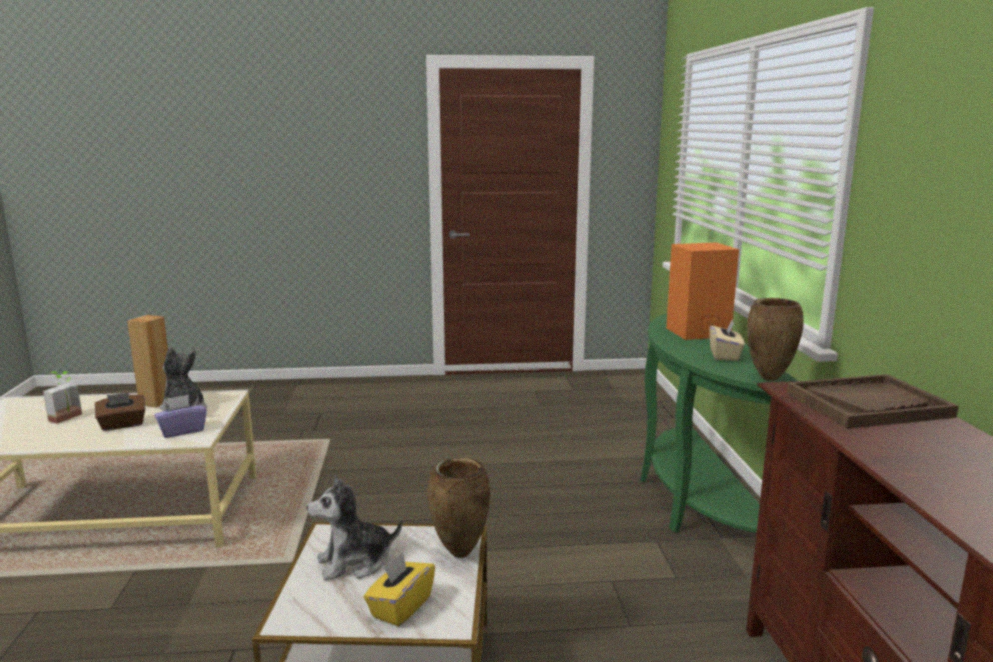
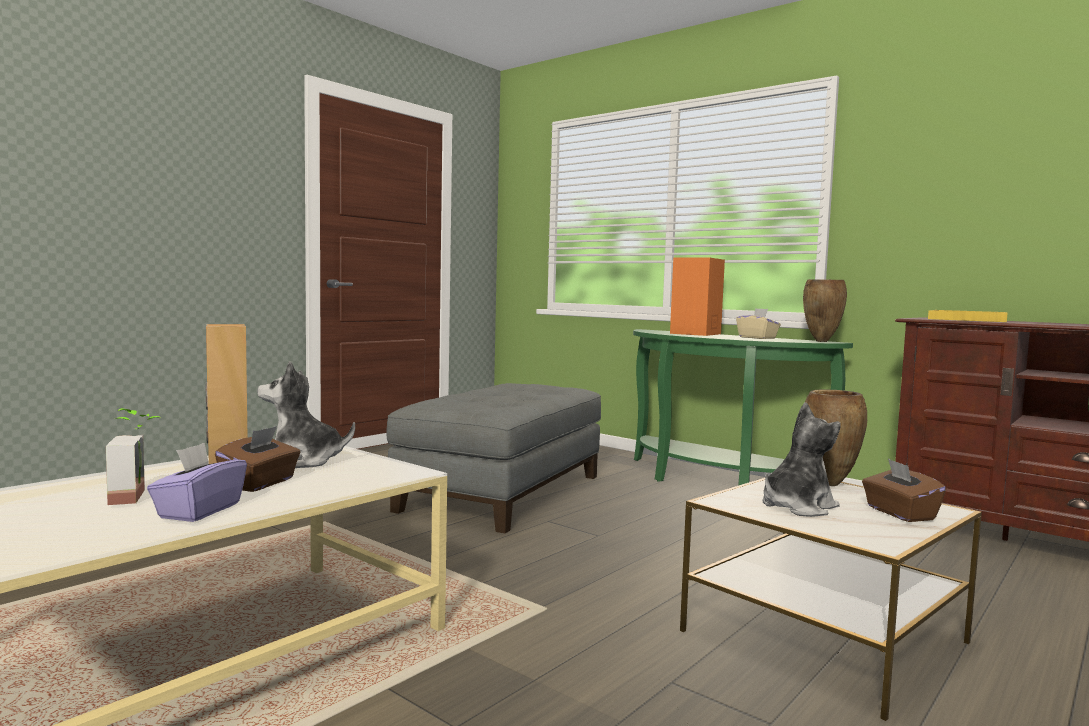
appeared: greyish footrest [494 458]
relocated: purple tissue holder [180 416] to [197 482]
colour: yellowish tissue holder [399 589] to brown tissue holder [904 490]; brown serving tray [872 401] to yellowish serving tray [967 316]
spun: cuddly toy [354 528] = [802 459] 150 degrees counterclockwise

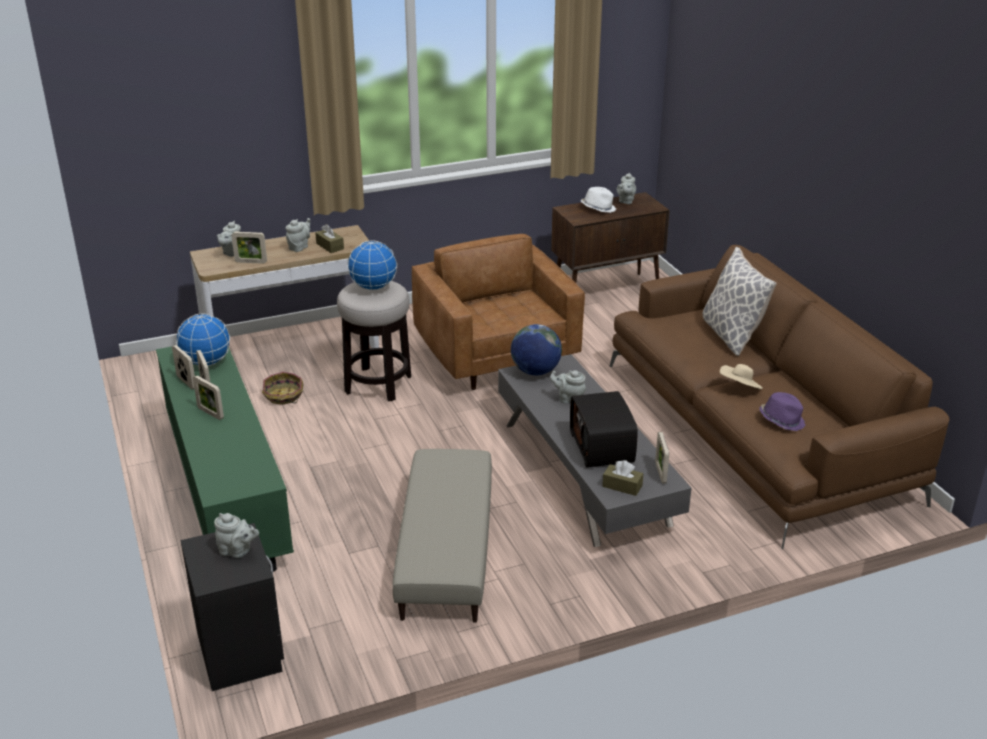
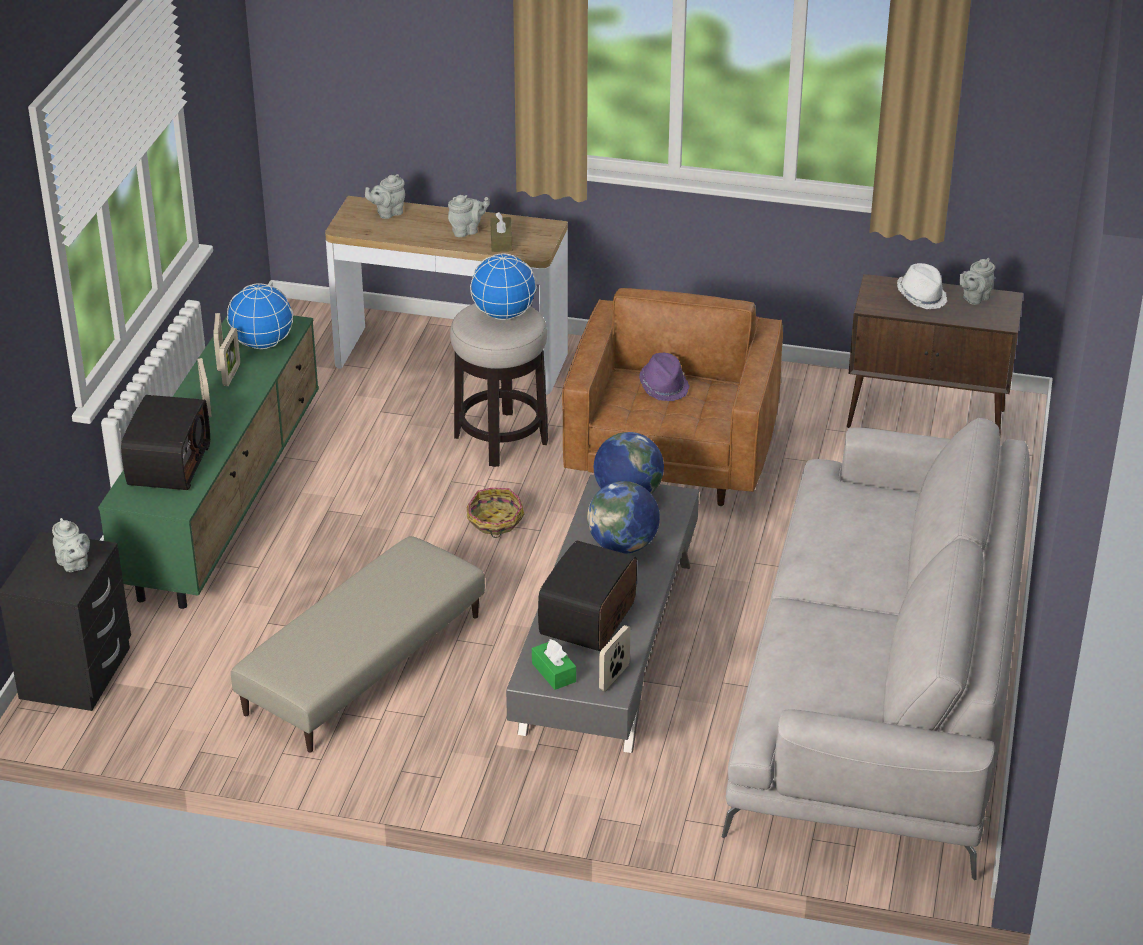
missing: photo frame [249 248]; pillow [740 301]; sand-coloured hat [741 376]
appeared: radio receiver [165 442]
relocated: household basket [282 388] to [495 513]; purple hat [782 411] to [664 377]
exchanged: greyish pot for tea [568 386] to world globe [623 517]
colour: brown tissue holder [622 478] to greenish tissue holder [554 664]; brown sofa [779 397] to greyish sofa [876 649]

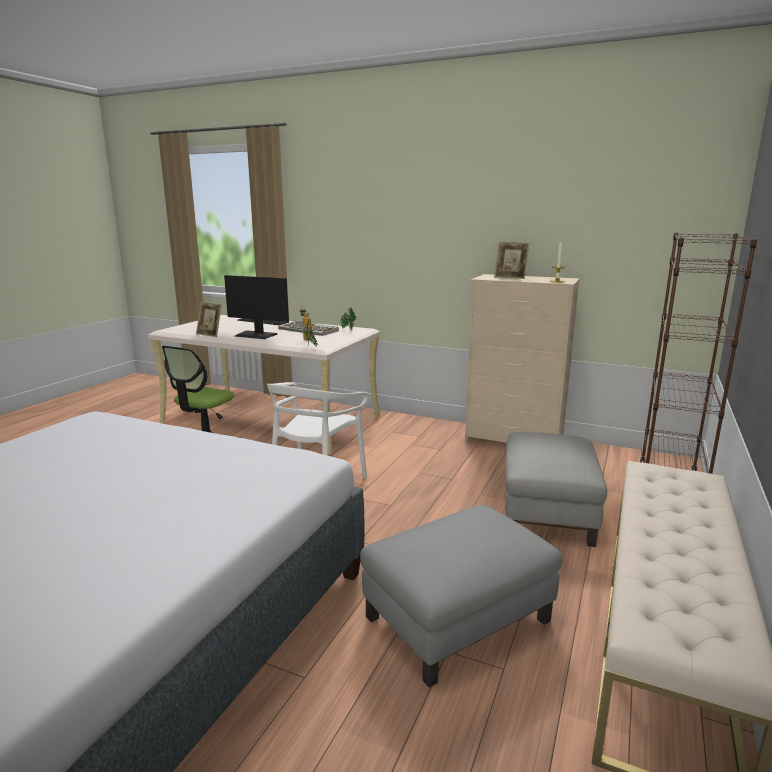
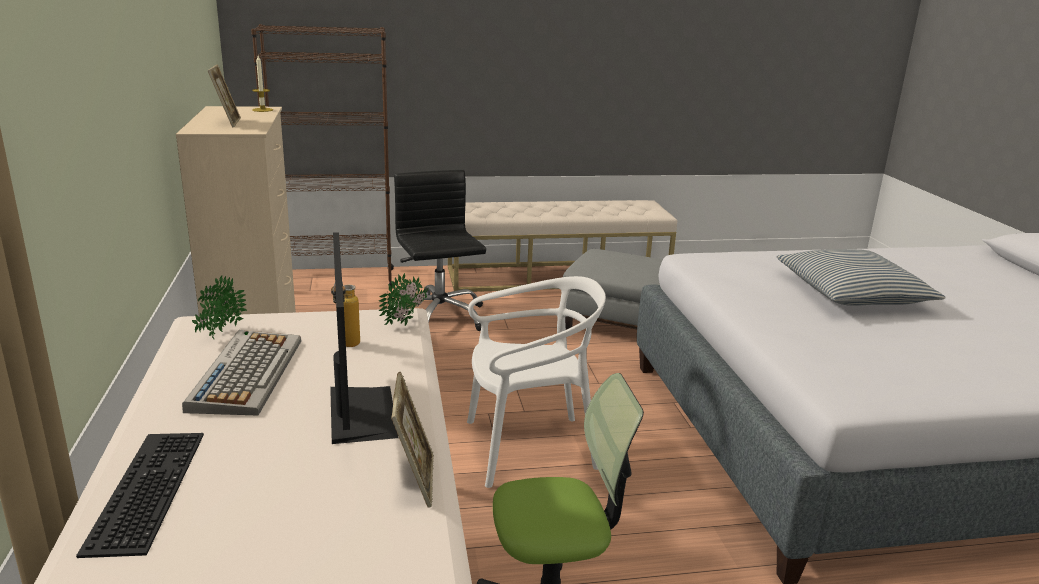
appeared: pillow [861 277]
exchanged: greyish footrest [556 489] to black-coloured office chair [439 250]

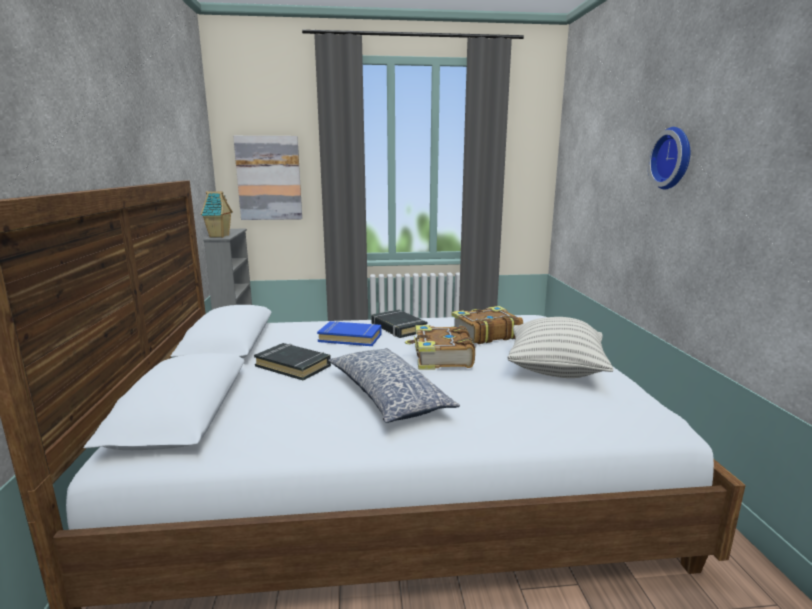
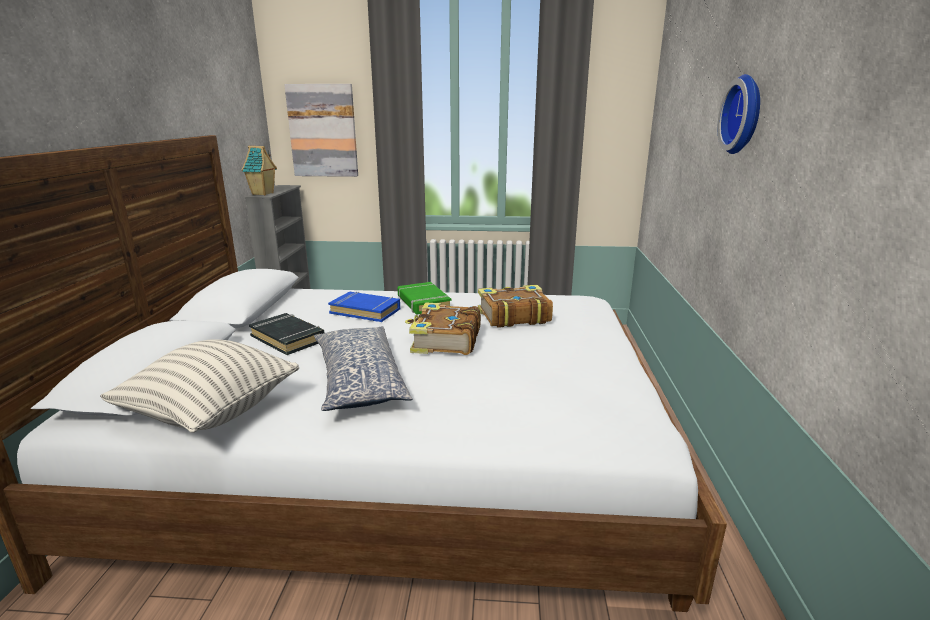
relocated: pillow [561 347] to [199 386]
colour: black-coloured book [399 323] to greenish book [424 298]

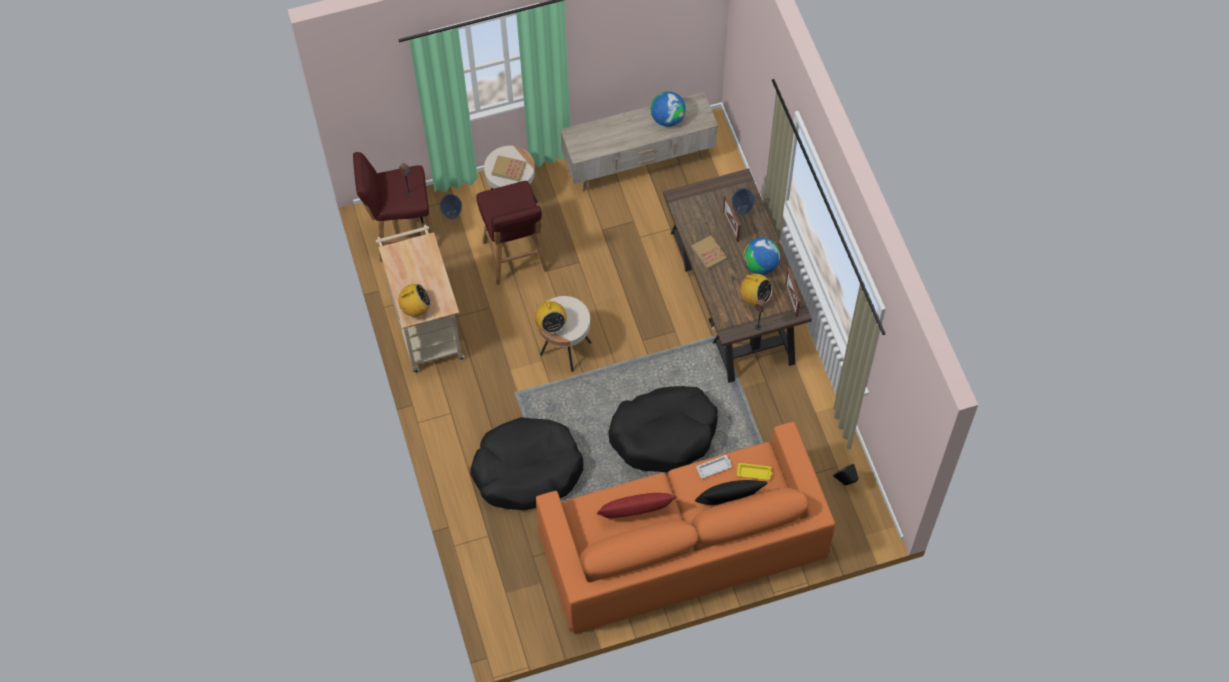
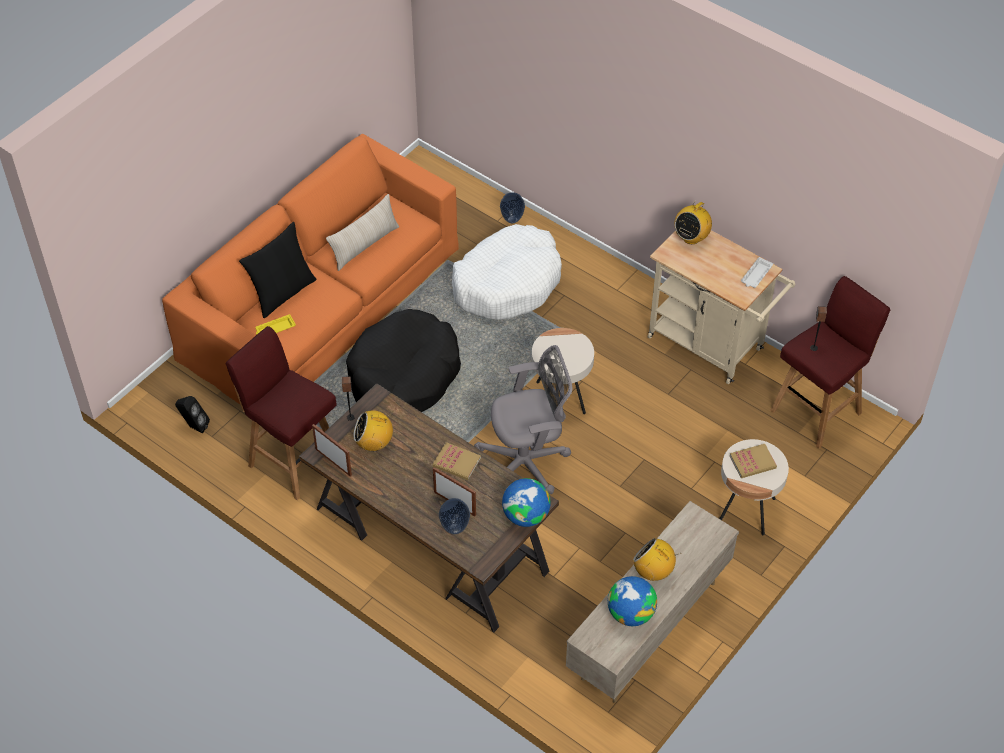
appeared: greyish office chair [523 419]
relocated: vase [451 206] to [512 208]; red-coloured stool [512 233] to [281 413]; radio receiver [551 316] to [657 559]; white serving tray [714 467] to [757 272]; world globe [761 256] to [526 502]
colour: black-coloured pet bed [526 463] to white pet bed [507 272]; red-coloured pillow [636 505] to sand-coloured pillow [362 232]

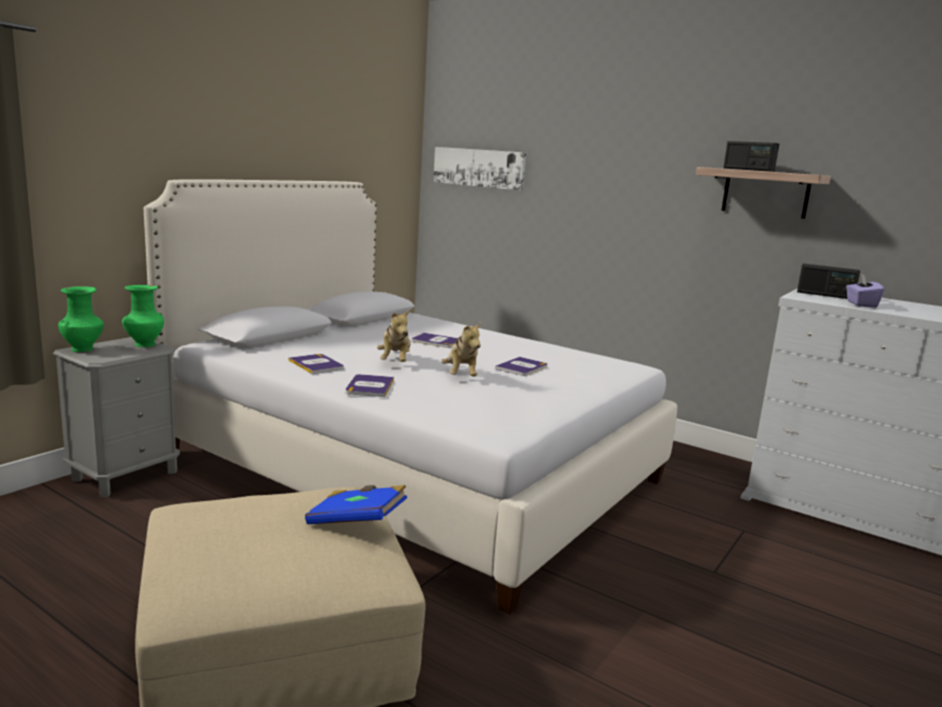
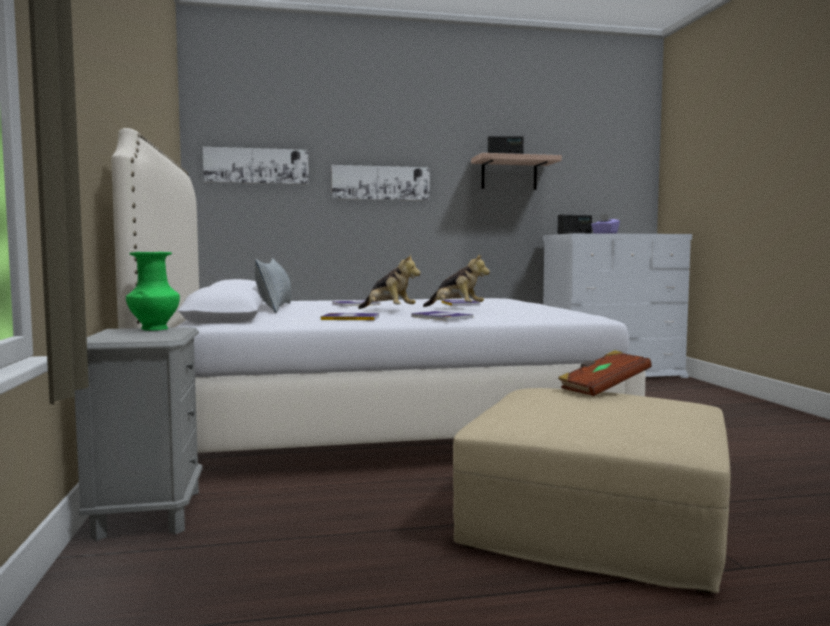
missing: greenish vase [81 319]
appeared: pillow [273 285]; wall picture [381 183]
colour: blue-coloured book [356 504] to brown book [605 373]

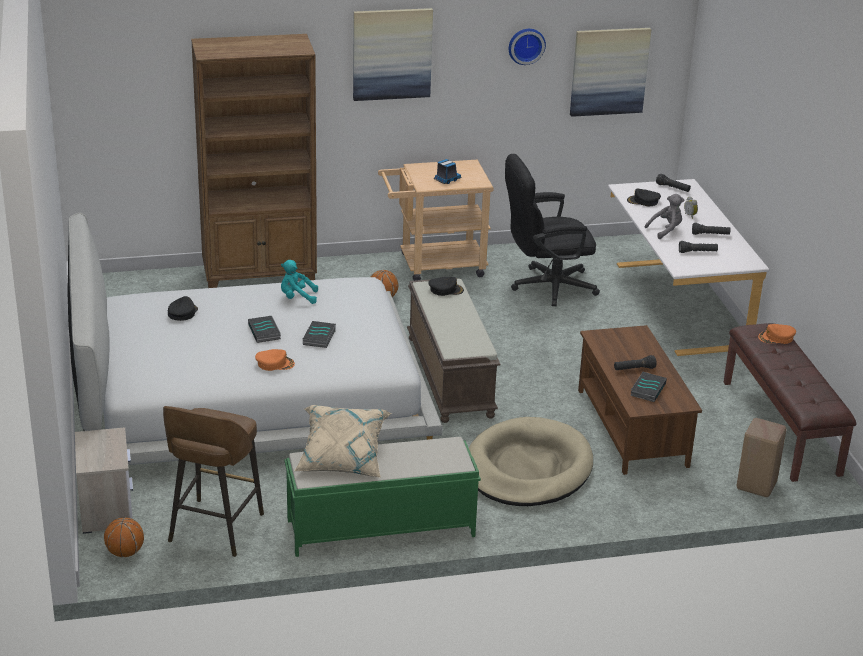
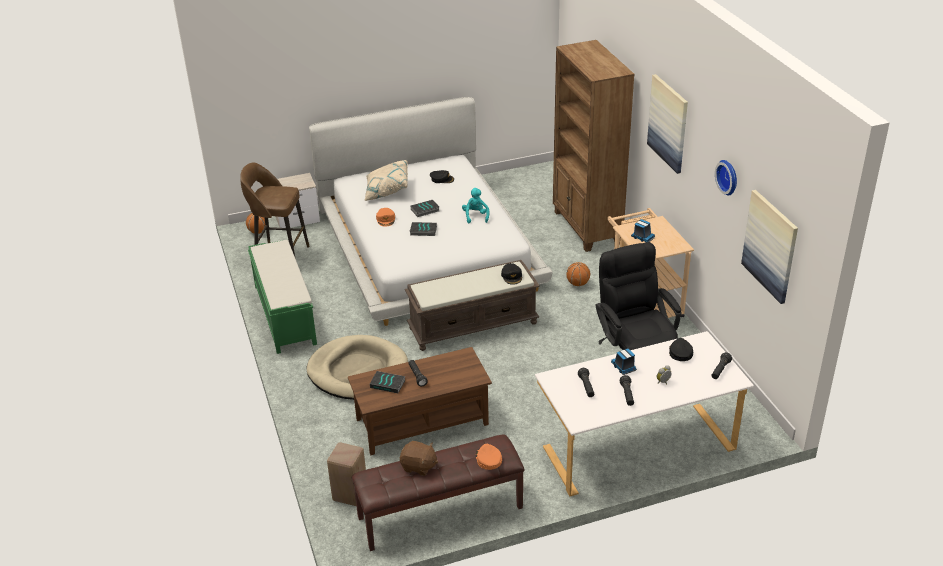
appeared: brown cuddly toy [419 458]
relocated: sand-coloured pillow [343 441] to [386 180]
exchanged: greyish cuddly toy [665 216] to toy lorry [624 361]

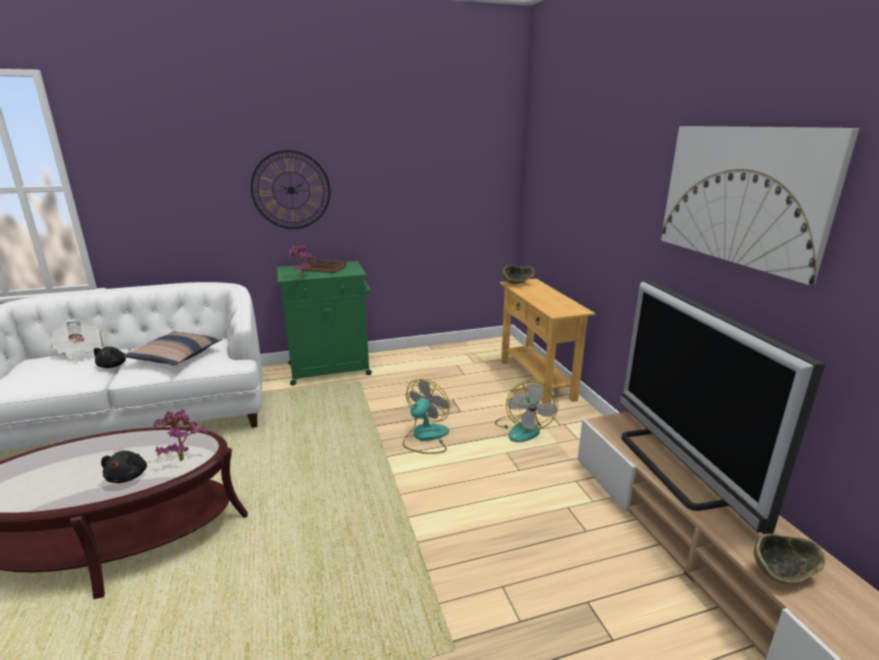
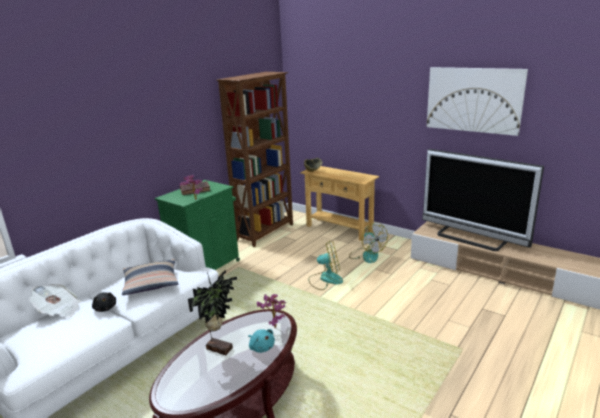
missing: hanging clock [290 189]; serving bowl [789 559]
appeared: houseplant [212 312]; brown bookshelf [254 159]
colour: black-coloured cuddly toy [124 467] to turquoise cuddly toy [261 341]
spun: cooling fan [426 416] = [325 265] 90 degrees clockwise

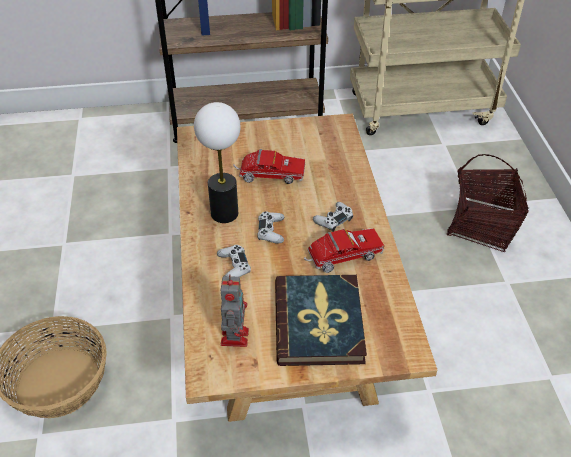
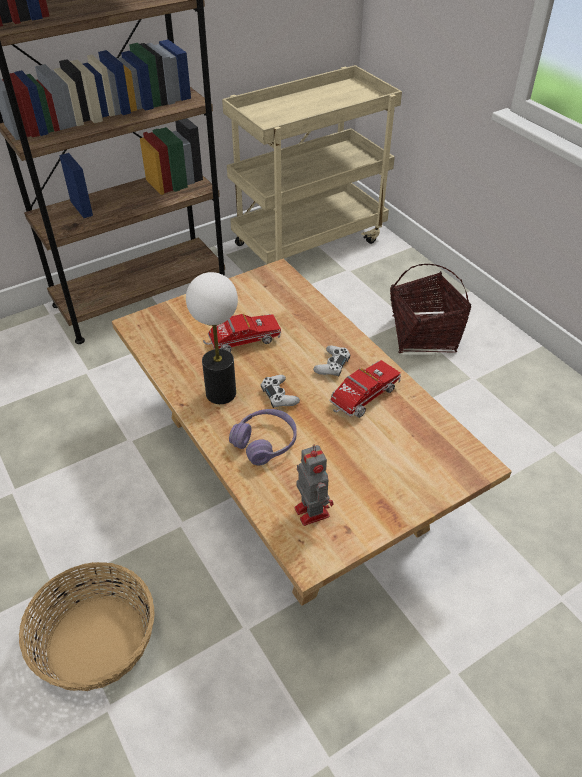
missing: book [321 320]
exchanged: white joypad [234 261] to purple pair of headphones [263 437]

